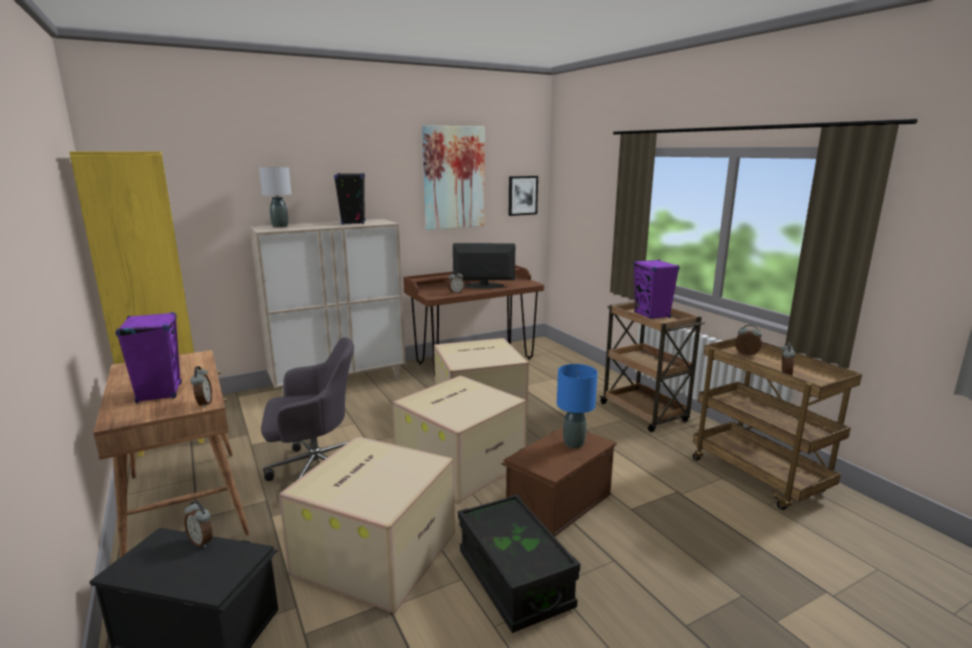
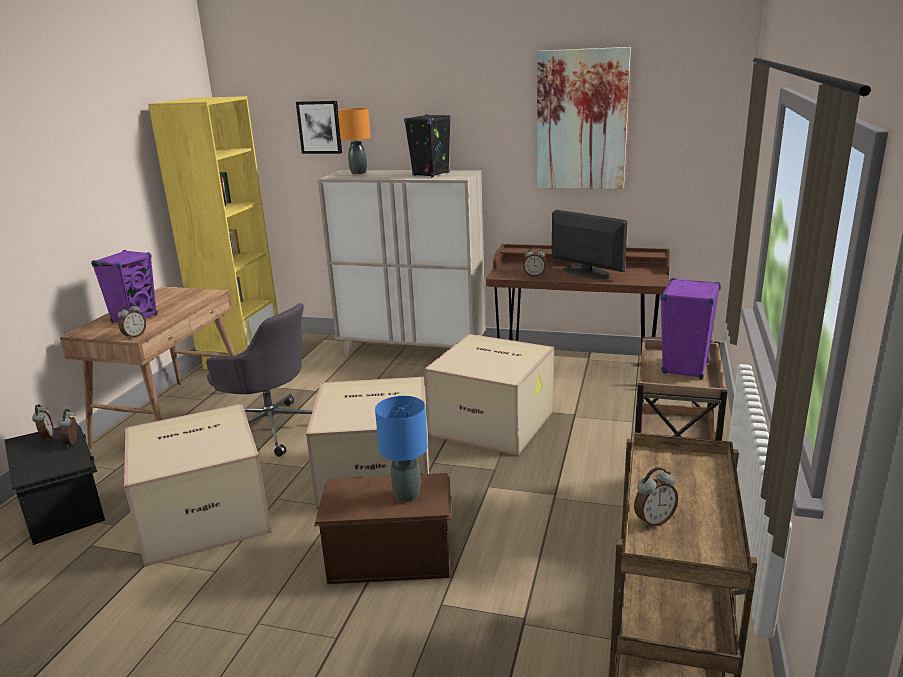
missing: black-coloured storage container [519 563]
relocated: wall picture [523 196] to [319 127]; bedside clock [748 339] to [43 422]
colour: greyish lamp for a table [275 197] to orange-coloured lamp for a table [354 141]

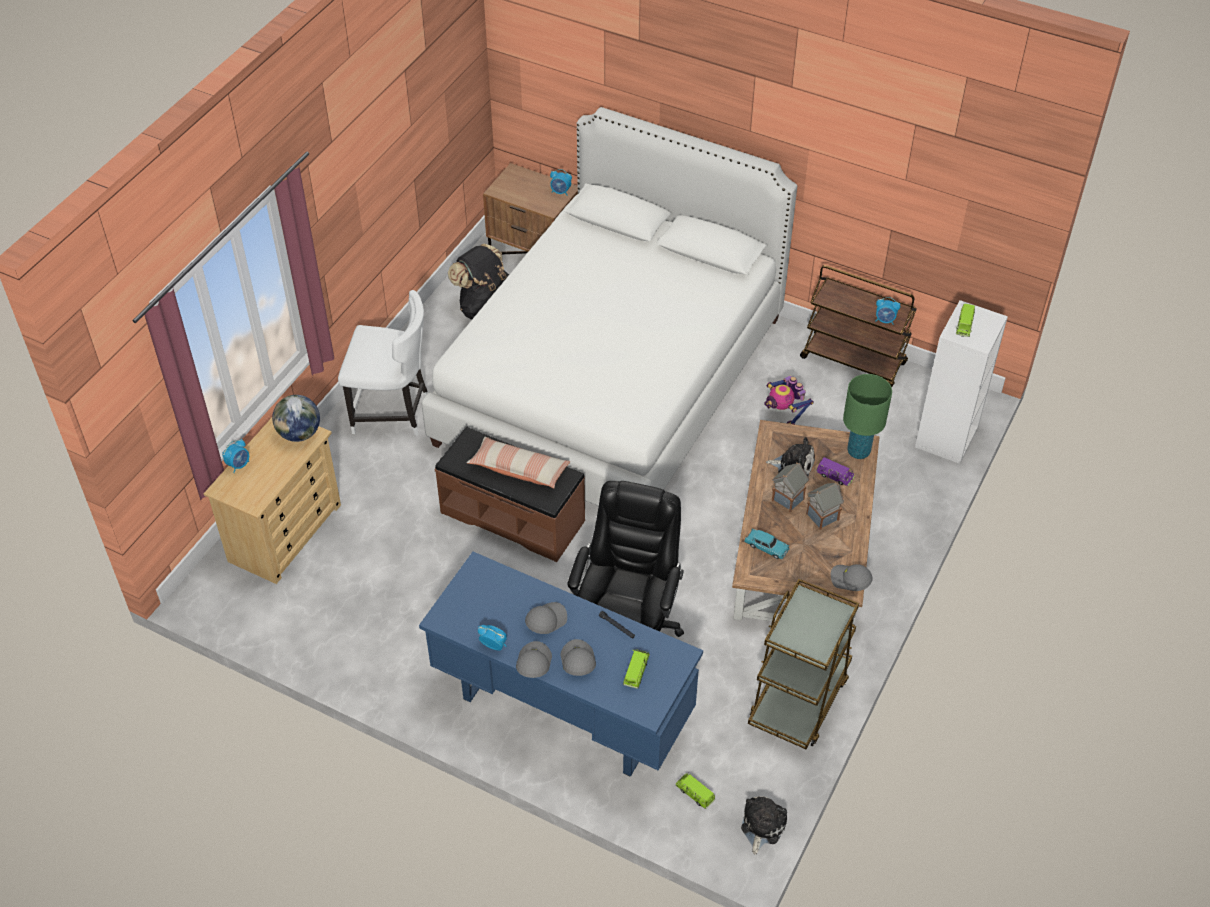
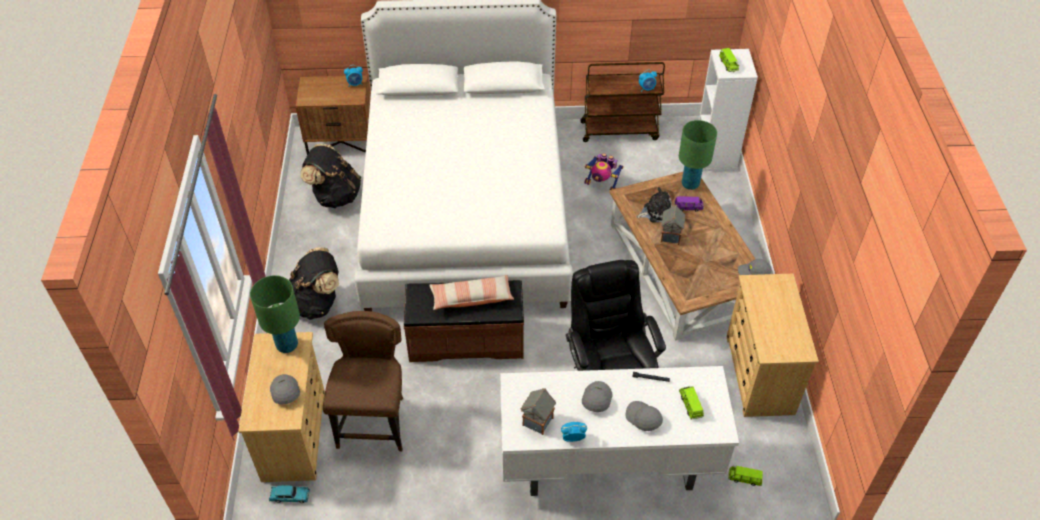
missing: bedside clock [235 456]; cuddly toy [764 825]
appeared: brown plain chair [363 381]
relocated: greyish cap [534 659] to [285 389]; turquoise miniature car [767 544] to [289 494]; miniature house [825 506] to [538 411]
exchanged: world globe [296 418] to greenish lamp for a table [275 314]; white plain chair [383 363] to black-coloured knapsack [314 284]; brown cart [803 664] to sand-coloured chest of drawers [772 345]
colour: blue-coloured desk unit [561 664] to white desk unit [619 431]

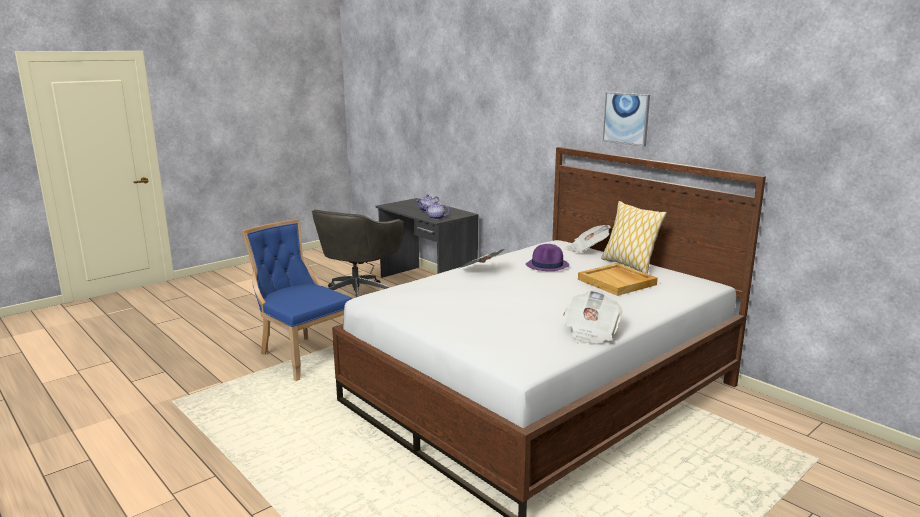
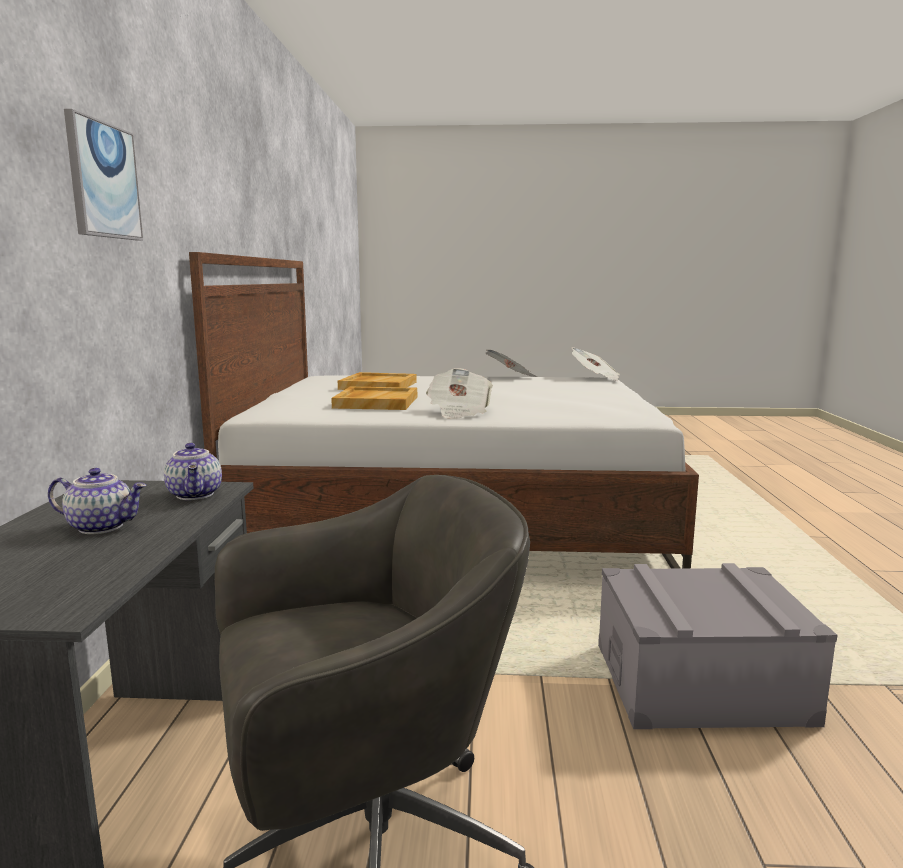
missing: pillow [634 237]
relocated: printed paper [588 239] to [596 364]; wall picture [626 119] to [103 174]
exchanged: blue-coloured plain chair [297 300] to greyish storage container [718 646]; purple hat [547 257] to sand-coloured serving tray [374 398]

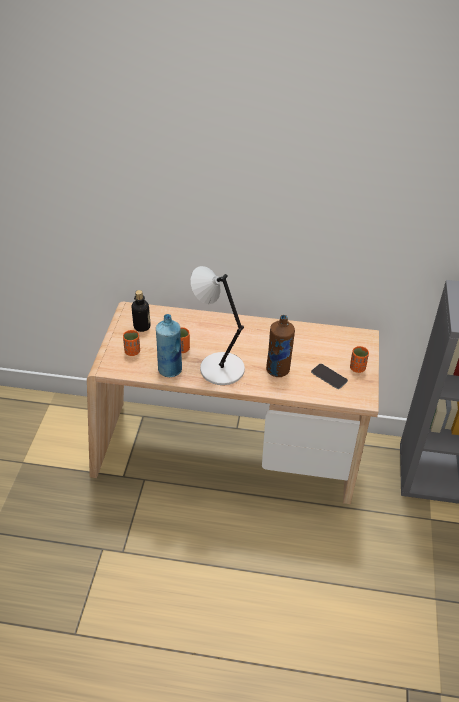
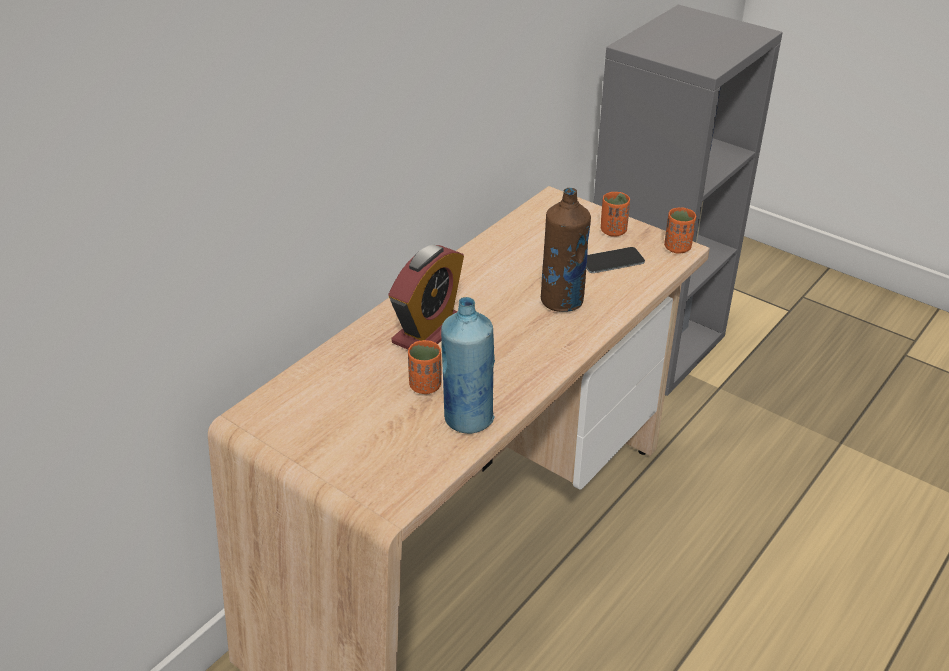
missing: beverage bottle [141 311]; greyish lamp for a table [218 325]
appeared: bedside clock [426 297]
relocated: orange-coloured small cup [131 343] to [680 230]

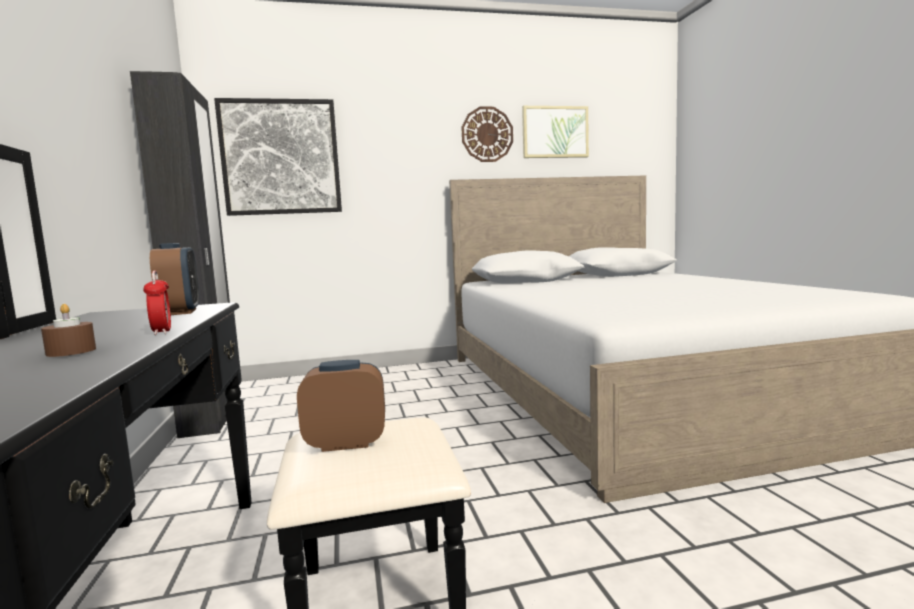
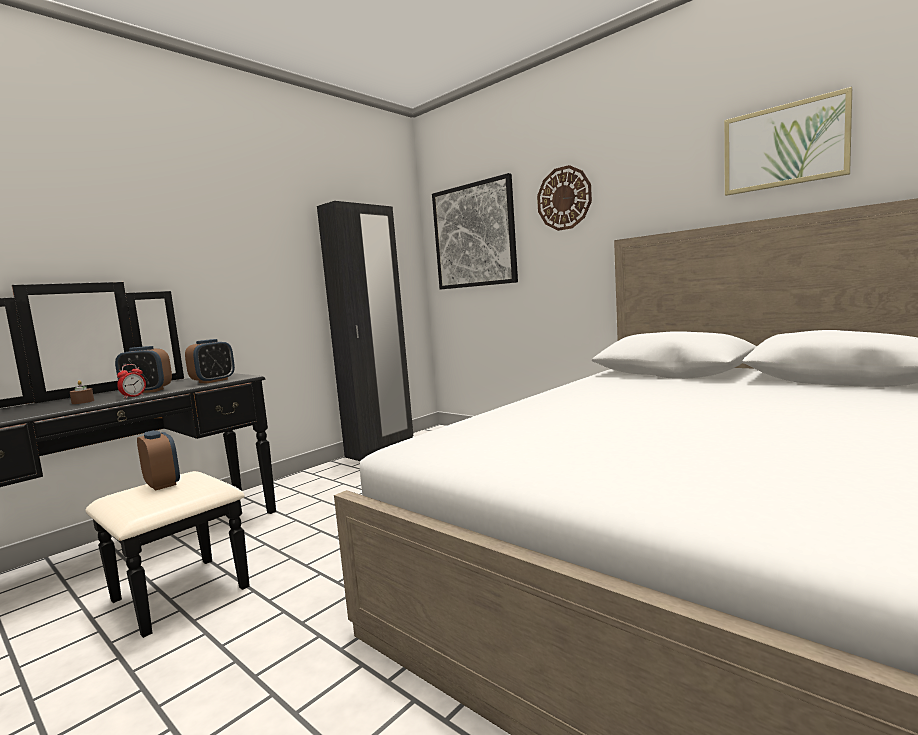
appeared: bedside clock [143 369]
relocated: hanging clock [487 134] to [564 198]

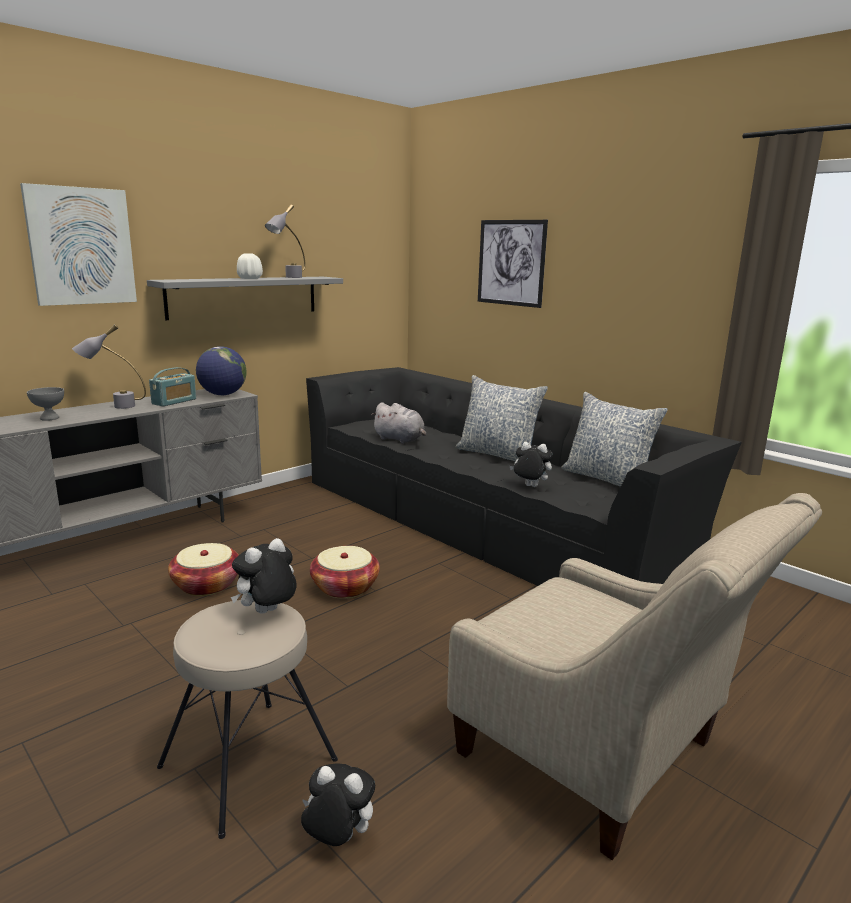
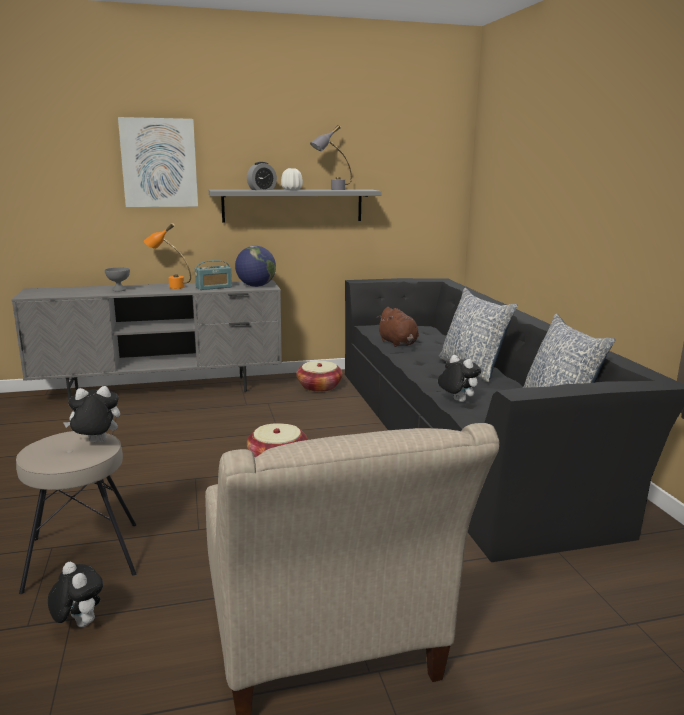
missing: wall picture [513 264]
appeared: bedside clock [262 176]
relocated: household basket [203 569] to [319 376]
colour: greyish lamp for a table [109 366] to orange-coloured lamp for a table [167 256]; greyish cuddly toy [398 423] to brown cuddly toy [398 327]

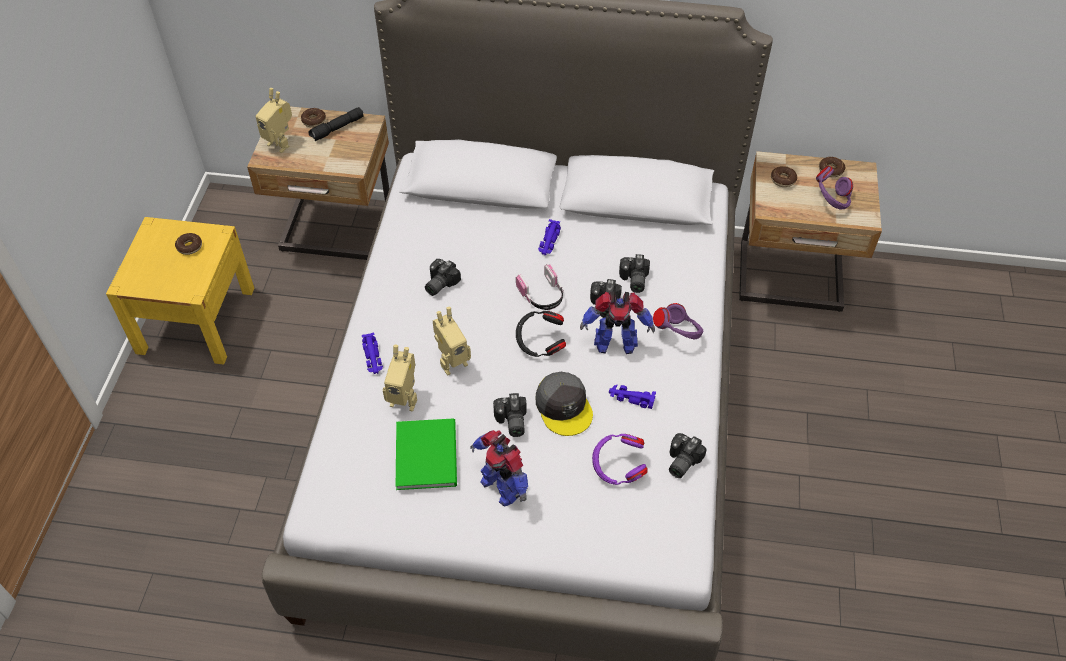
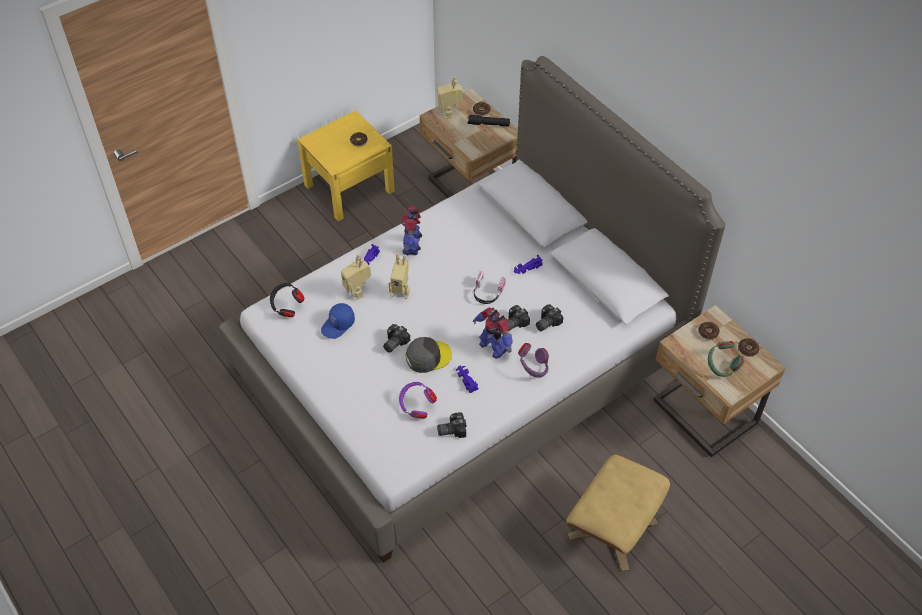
missing: still camera [443 277]
appeared: sand-coloured footrest [618 512]
relocated: toy robot [499 468] to [411 230]; black-coloured pair of headphones [541 334] to [287 300]
exchanged: greenish book [426 454] to blue-coloured cap [338 321]
colour: purple pair of headphones [834 187] to greenish pair of headphones [726 359]
spun: greyish cap [564 404] = [429 355] 135 degrees counterclockwise

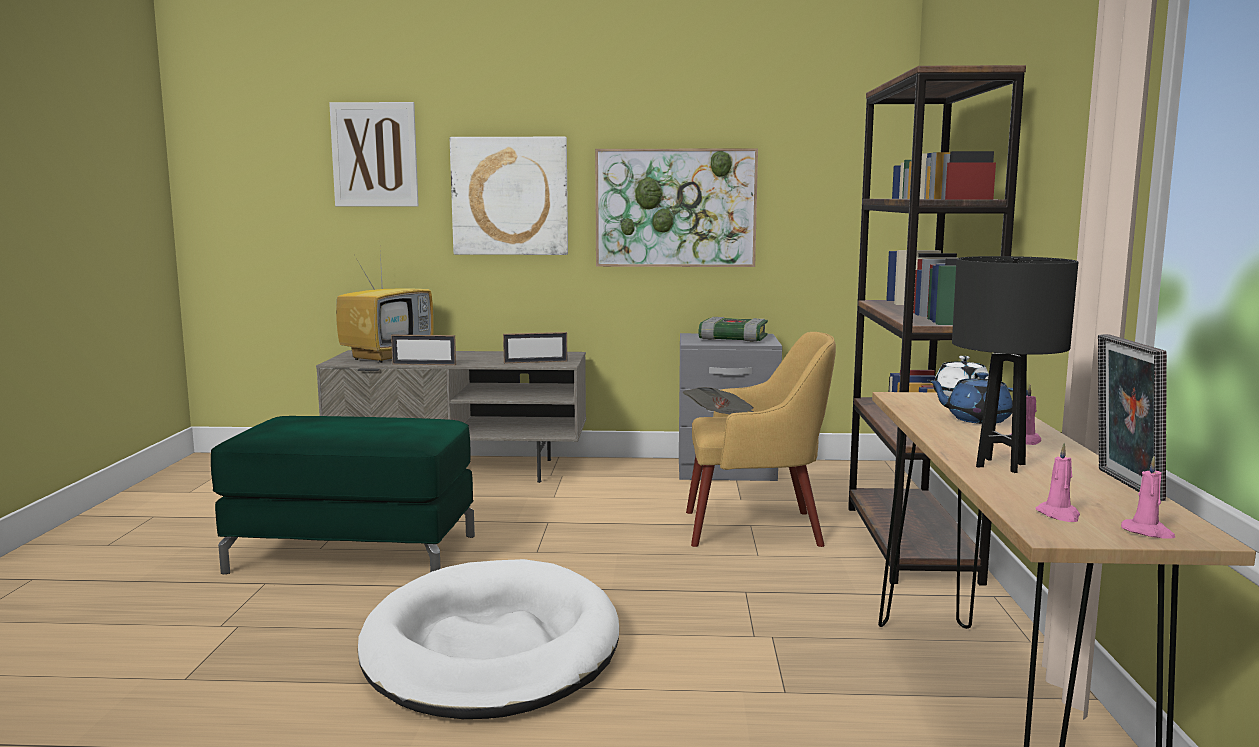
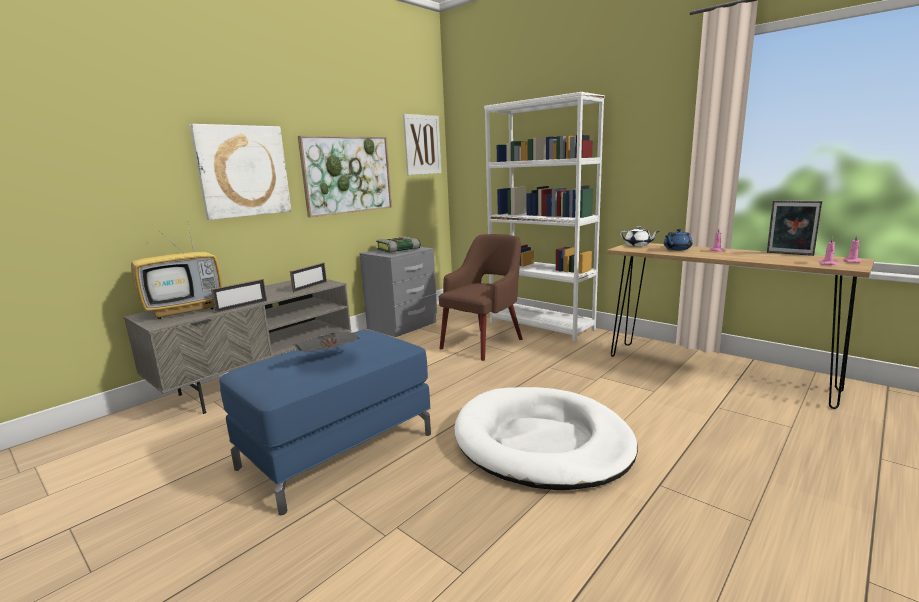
missing: black-coloured lamp for a table [1015 364]
relocated: wall picture [374 154] to [422 144]; printed paper [718 400] to [326 342]
colour: greenish footrest [343 495] to blue-coloured footrest [325 422]; yellowish lounge chair [761 439] to brown lounge chair [481 297]; brown bookshelf [937 325] to white bookshelf [544 217]
spun: television [385 307] = [177 269] 75 degrees clockwise

